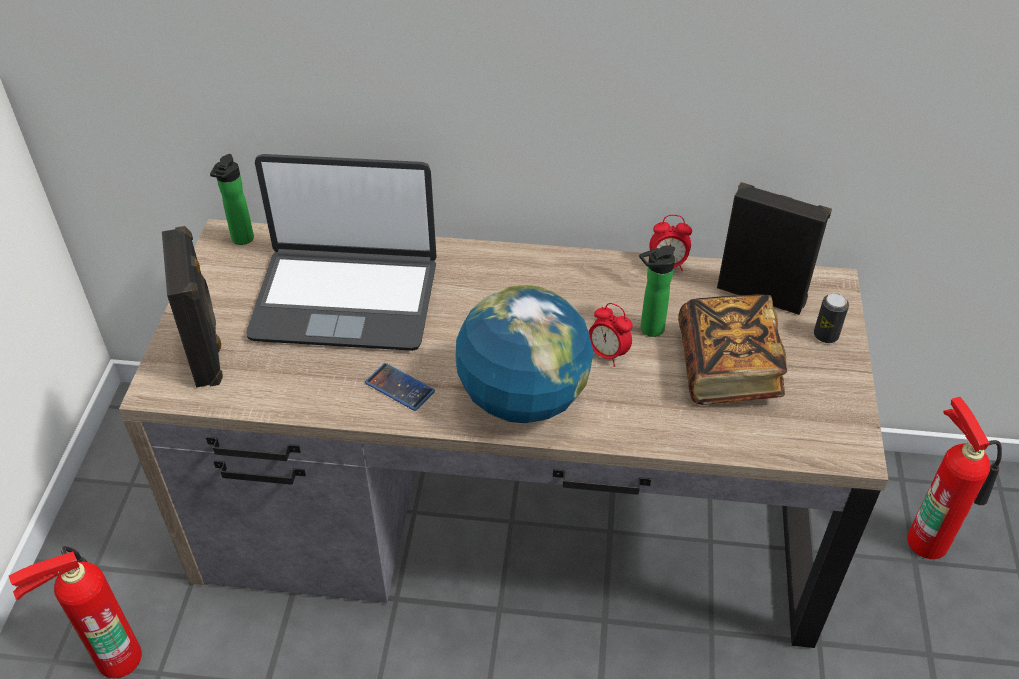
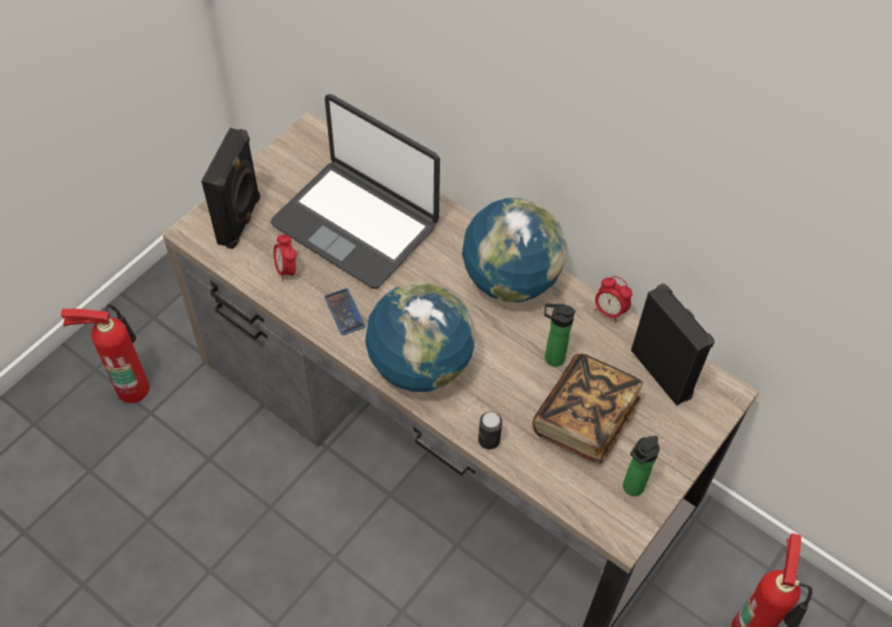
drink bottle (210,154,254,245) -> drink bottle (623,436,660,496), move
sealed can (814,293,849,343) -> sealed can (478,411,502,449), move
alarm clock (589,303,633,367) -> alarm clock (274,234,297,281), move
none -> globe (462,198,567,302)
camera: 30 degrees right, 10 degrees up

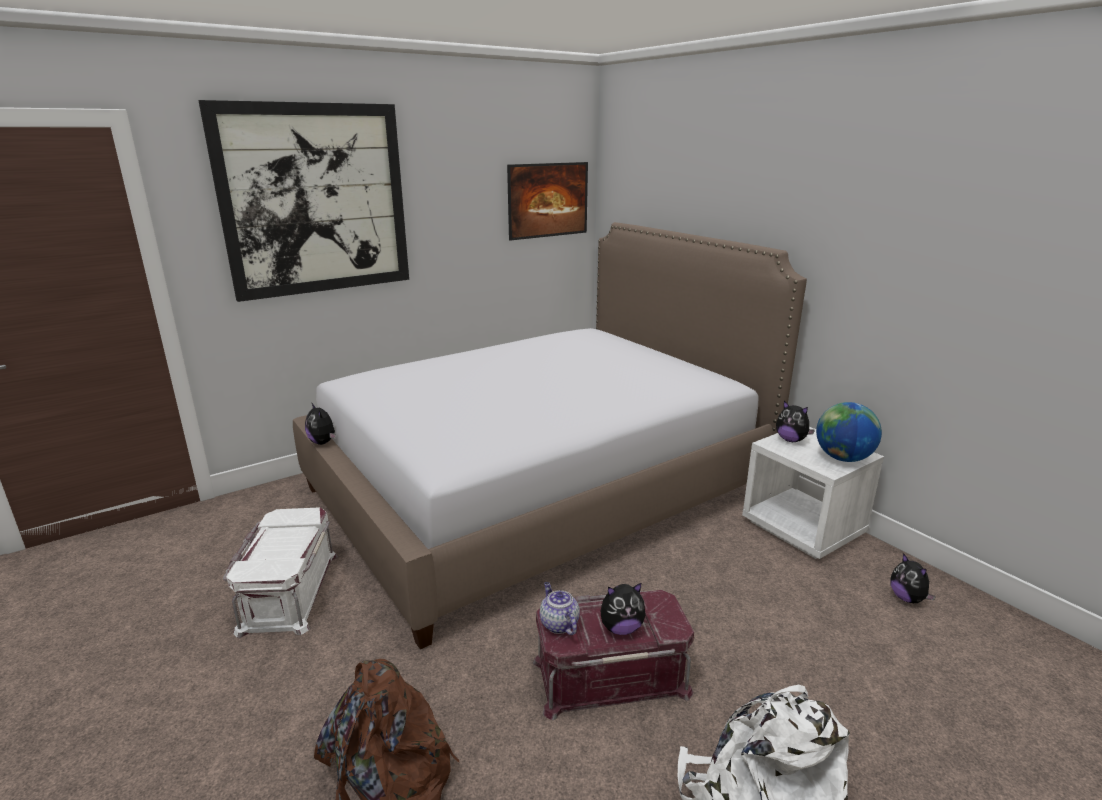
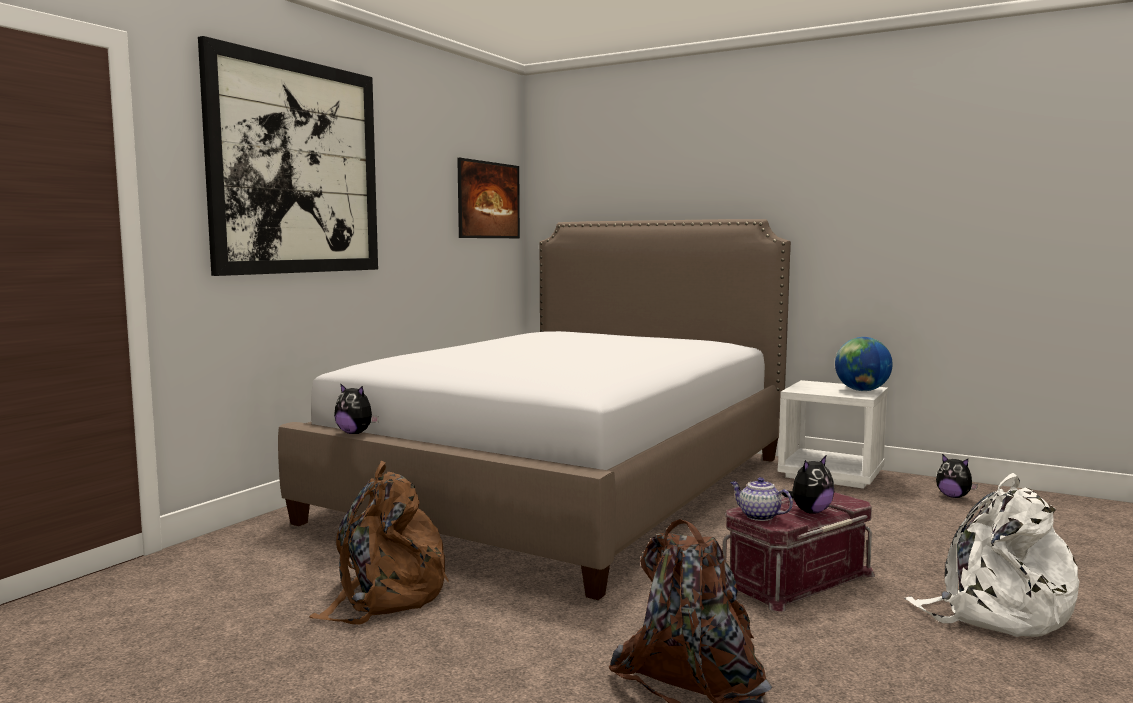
plush toy (776,401,815,442) -> none
storage box in whitish (223,507,338,638) -> knapsack in brown (309,460,449,625)
camera: 25 degrees left, 15 degrees down

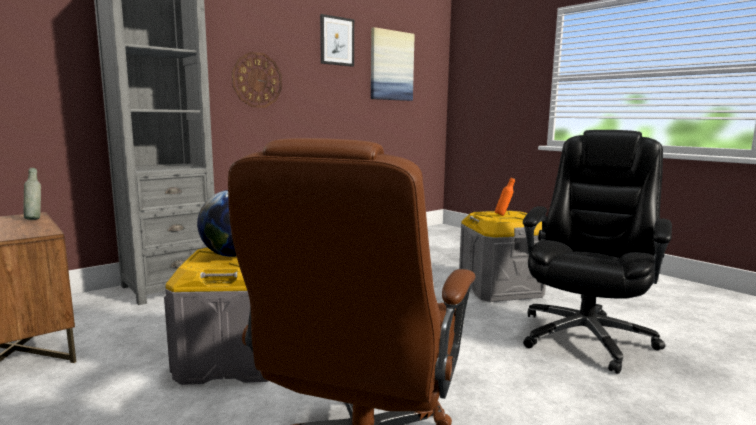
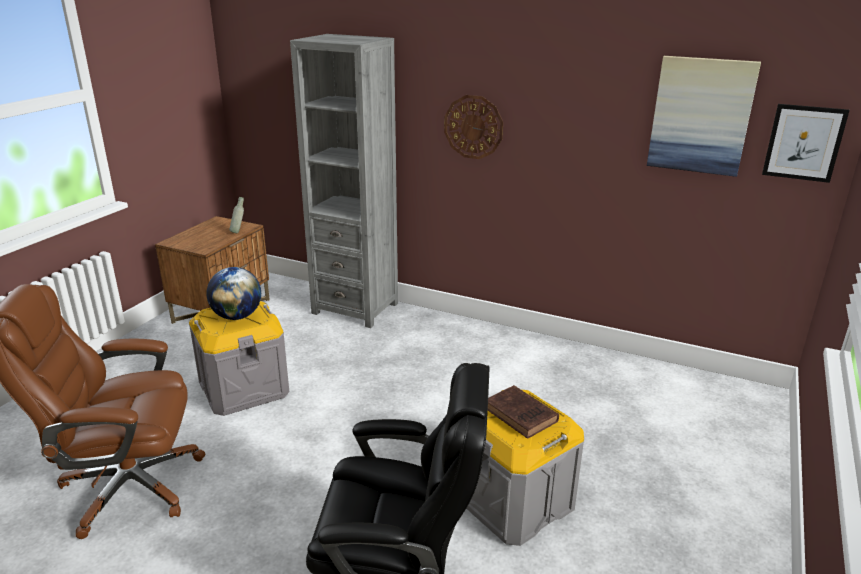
wall art (320,14,354,67) -> wall art (762,104,850,183), move
drink bottle in orangey (495,178,515,216) -> book in brown (488,385,559,439)
camera: 65 degrees right, 15 degrees up

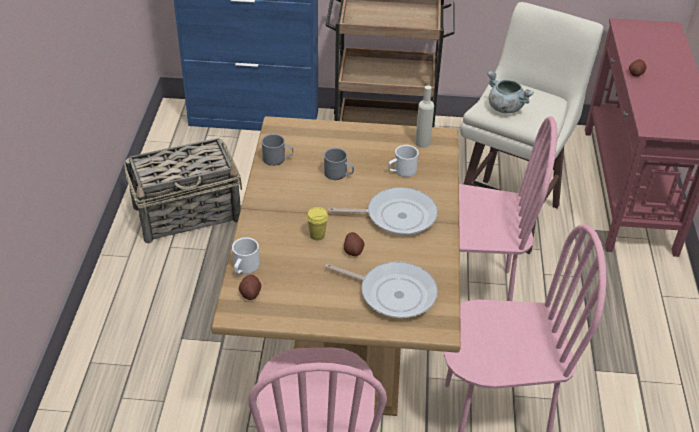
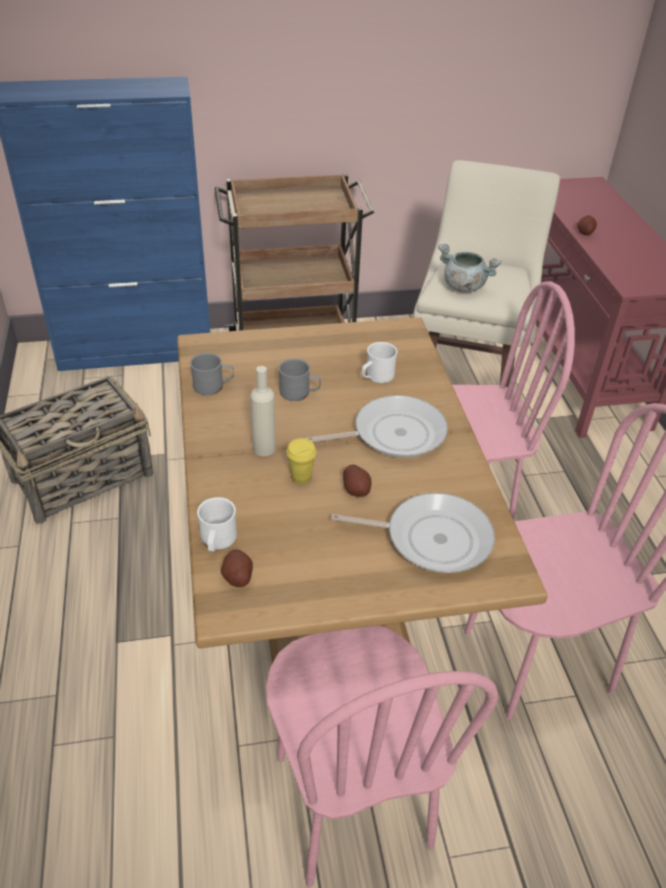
drink bottle in sand-coloured (415,85,434,148) -> drink bottle in sand-coloured (250,366,276,456), move
camera: 15 degrees left, 0 degrees up

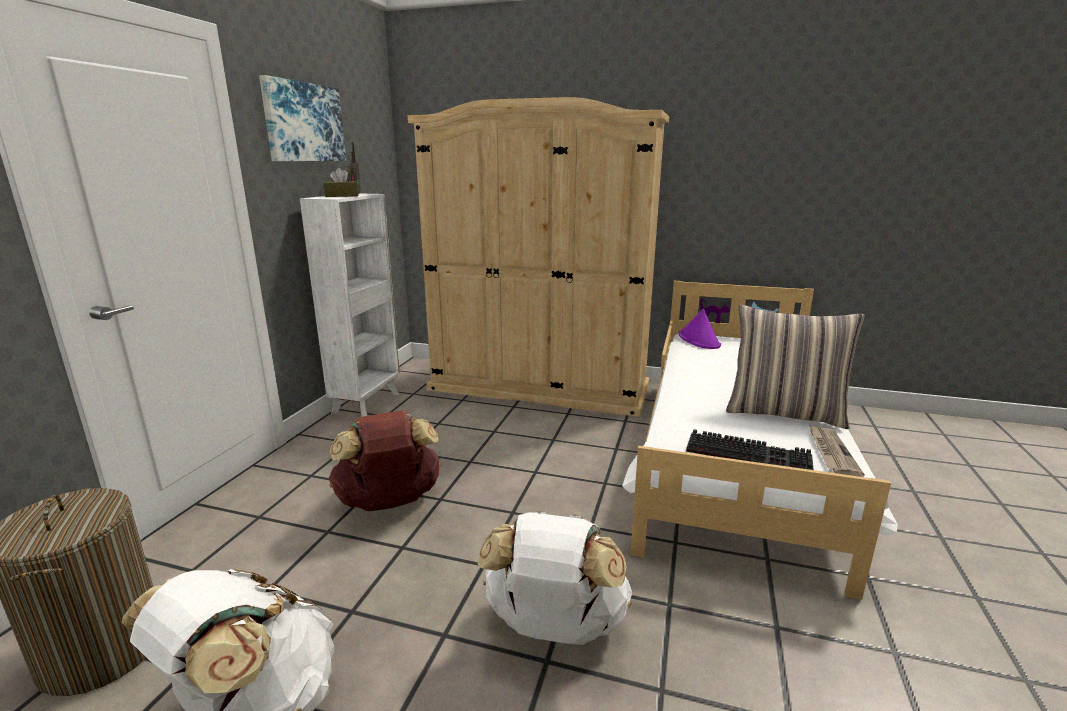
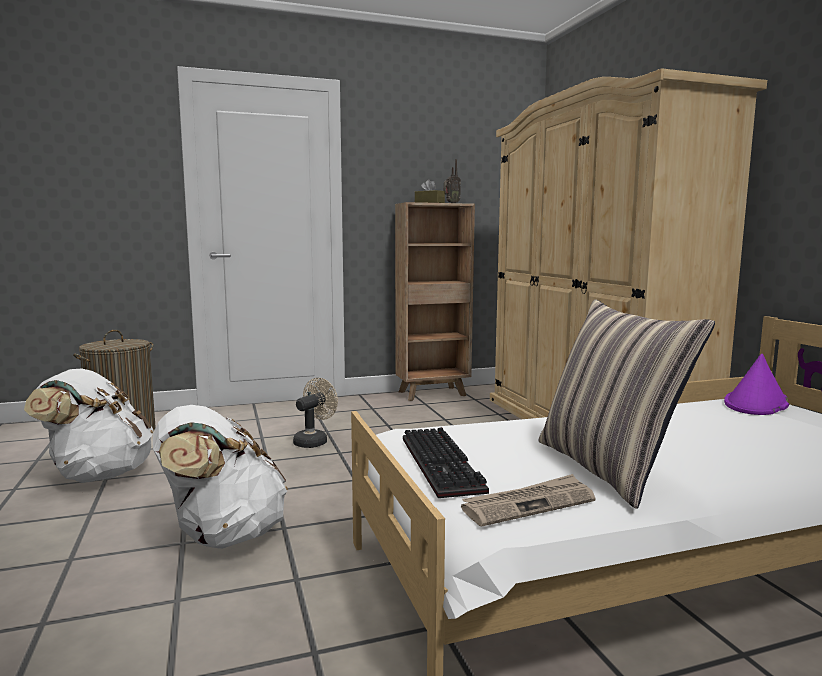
wall art (259,75,346,161) -> none
shelving unit in whitish (300,193,400,417) -> shelving unit in brown (395,202,475,401)
knapsack in brown (329,410,441,511) -> electric fan in sand-coloured (293,378,338,448)
camera: 55 degrees right, 10 degrees down

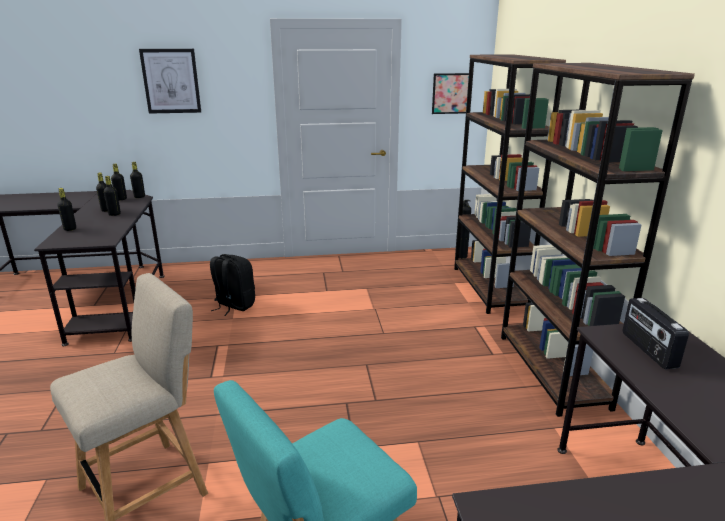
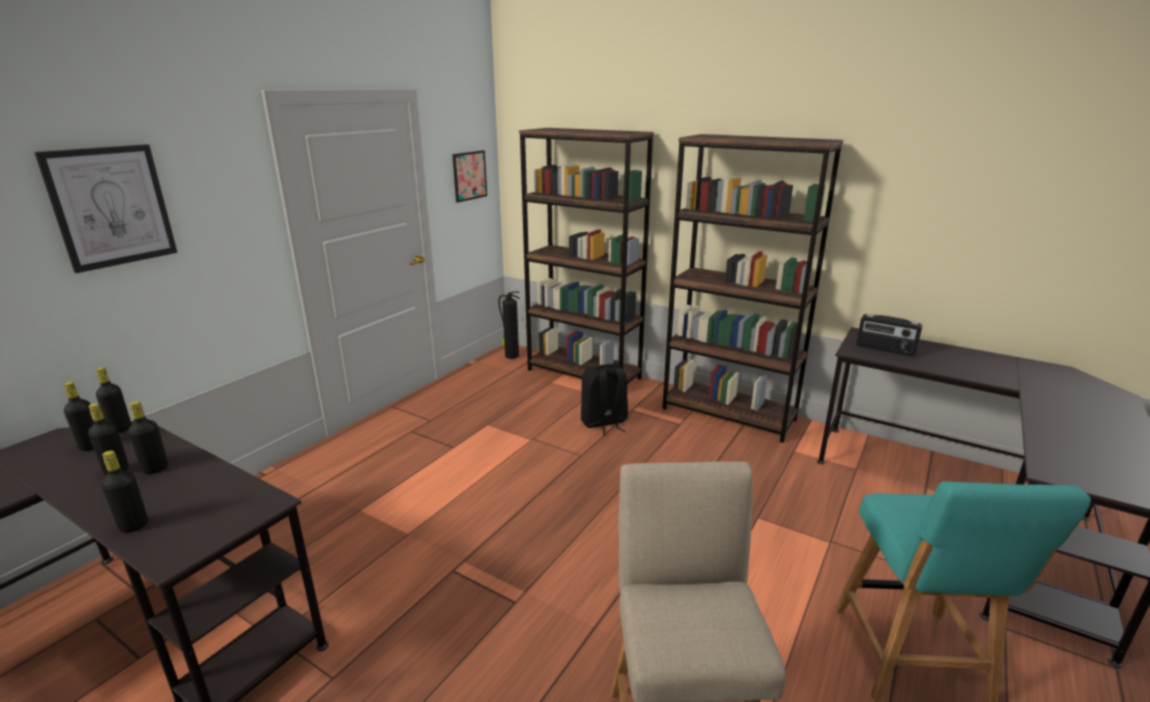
knapsack in black (210,254,255,316) -> knapsack in black (581,364,628,436), move
camera: 50 degrees left, 0 degrees up

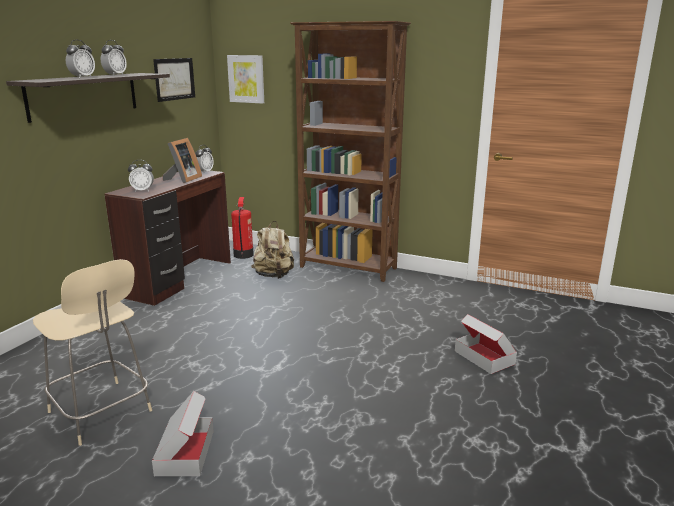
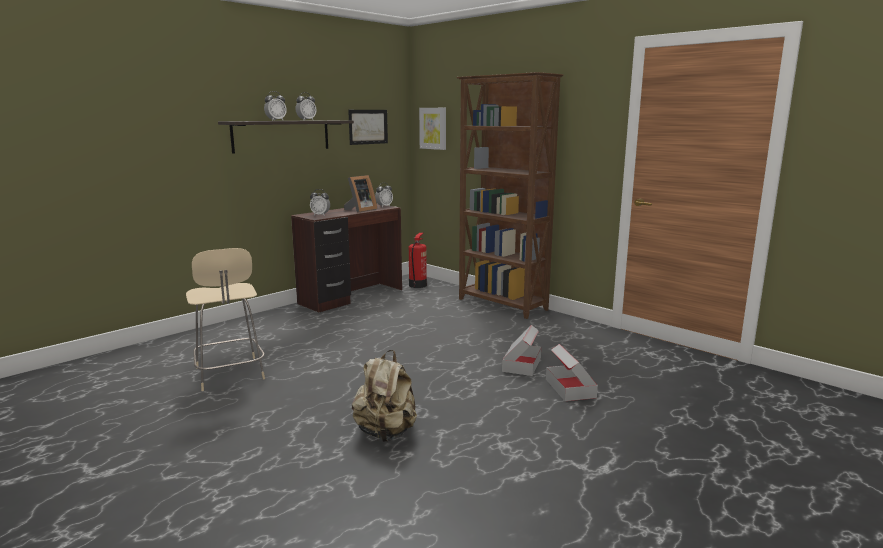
knapsack in sand-coloured (251,221,294,279) -> knapsack in sand-coloured (352,350,417,442), move
packing box (152,391,214,476) -> packing box (502,325,541,376), move
camera: 20 degrees right, 5 degrees down

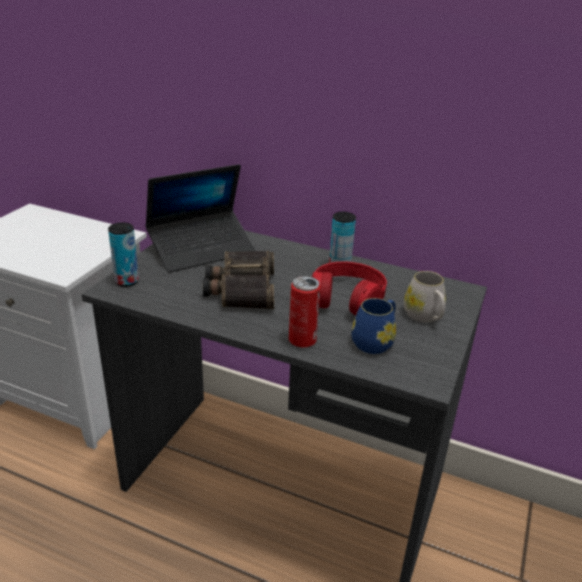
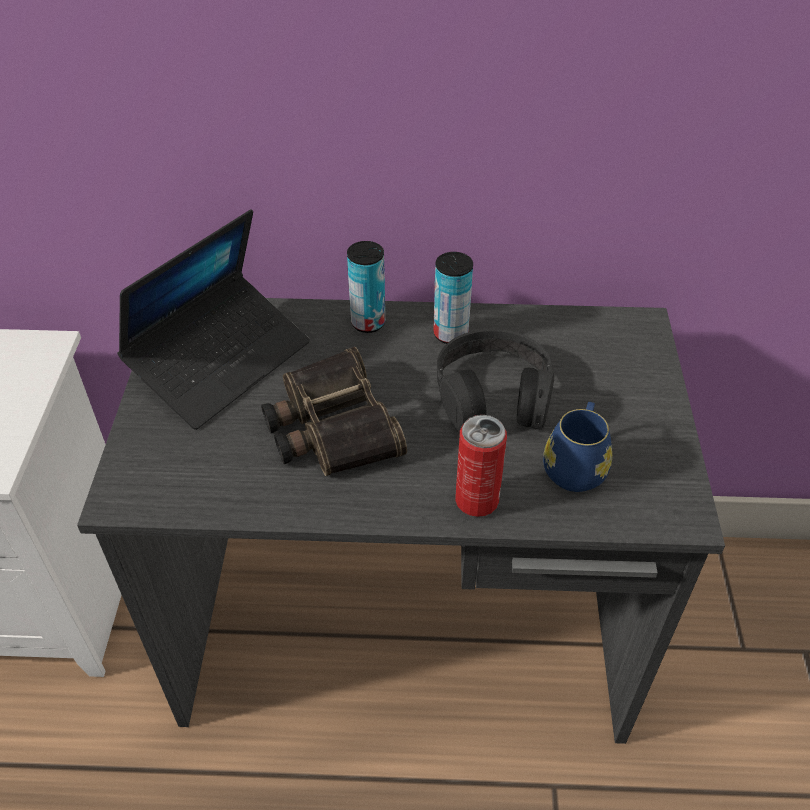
sealed can (108,222,139,287) -> sealed can (347,241,386,333), move
headphones in red (312,262,387,315) -> headphones in black (437,329,554,433)
mug in whitish (404,271,446,322) -> none
camera: 20 degrees left, 15 degrees up

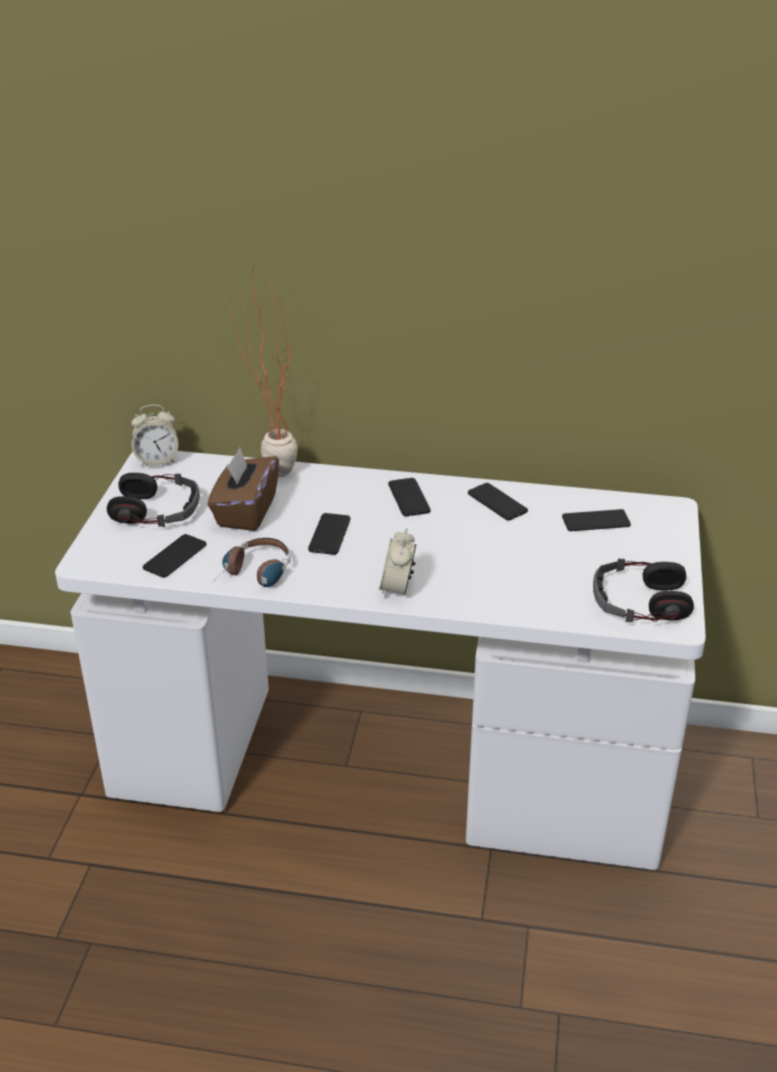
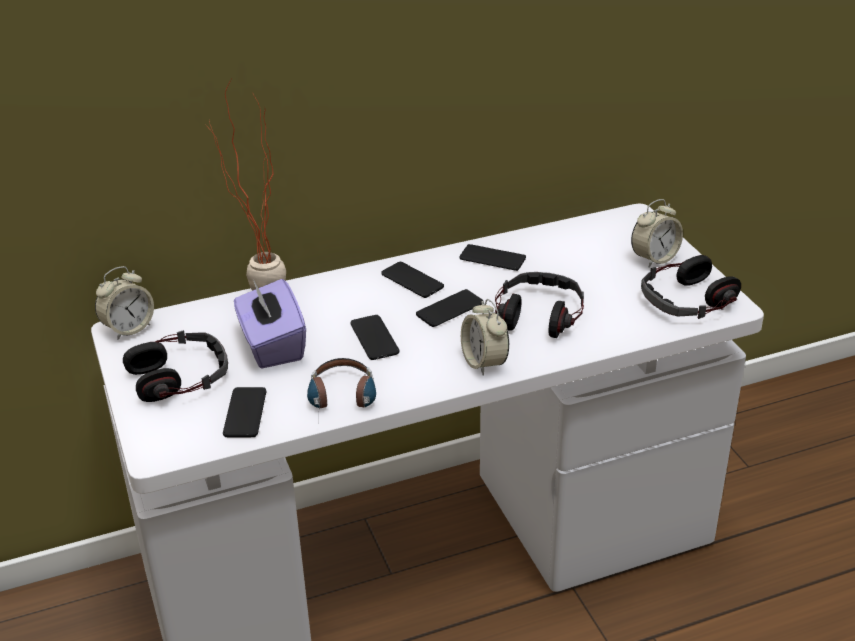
box of tissues in brown (208,448,279,531) -> box of tissues in purplish (234,279,306,369)
handset (562,509,631,531) -> handset (416,289,483,327), move
none -> alarm clock (631,199,683,268)
none -> headphones (495,272,584,338)
camera: 30 degrees left, 0 degrees up

